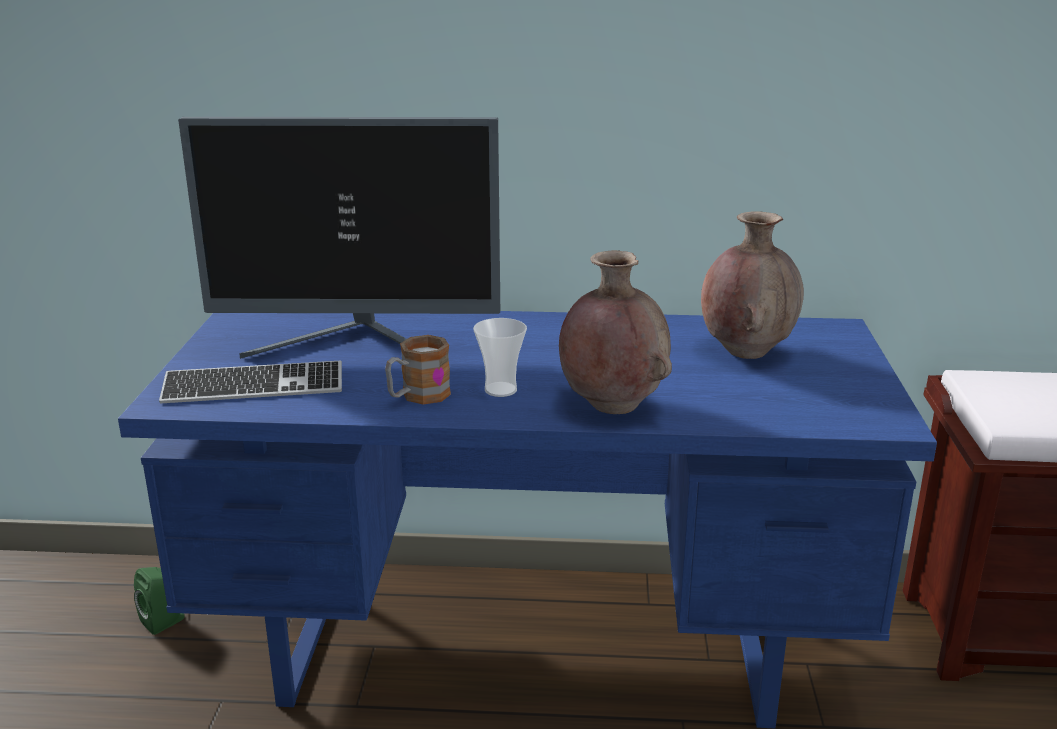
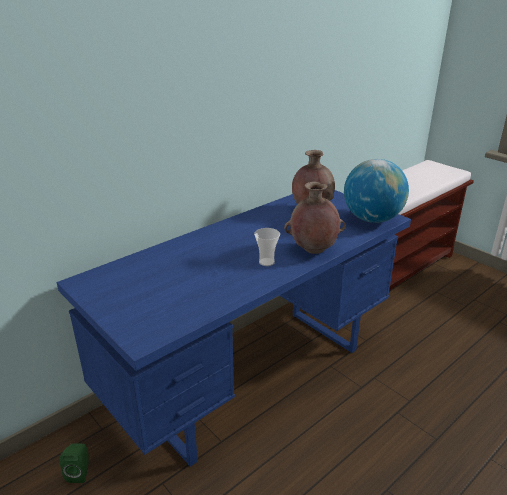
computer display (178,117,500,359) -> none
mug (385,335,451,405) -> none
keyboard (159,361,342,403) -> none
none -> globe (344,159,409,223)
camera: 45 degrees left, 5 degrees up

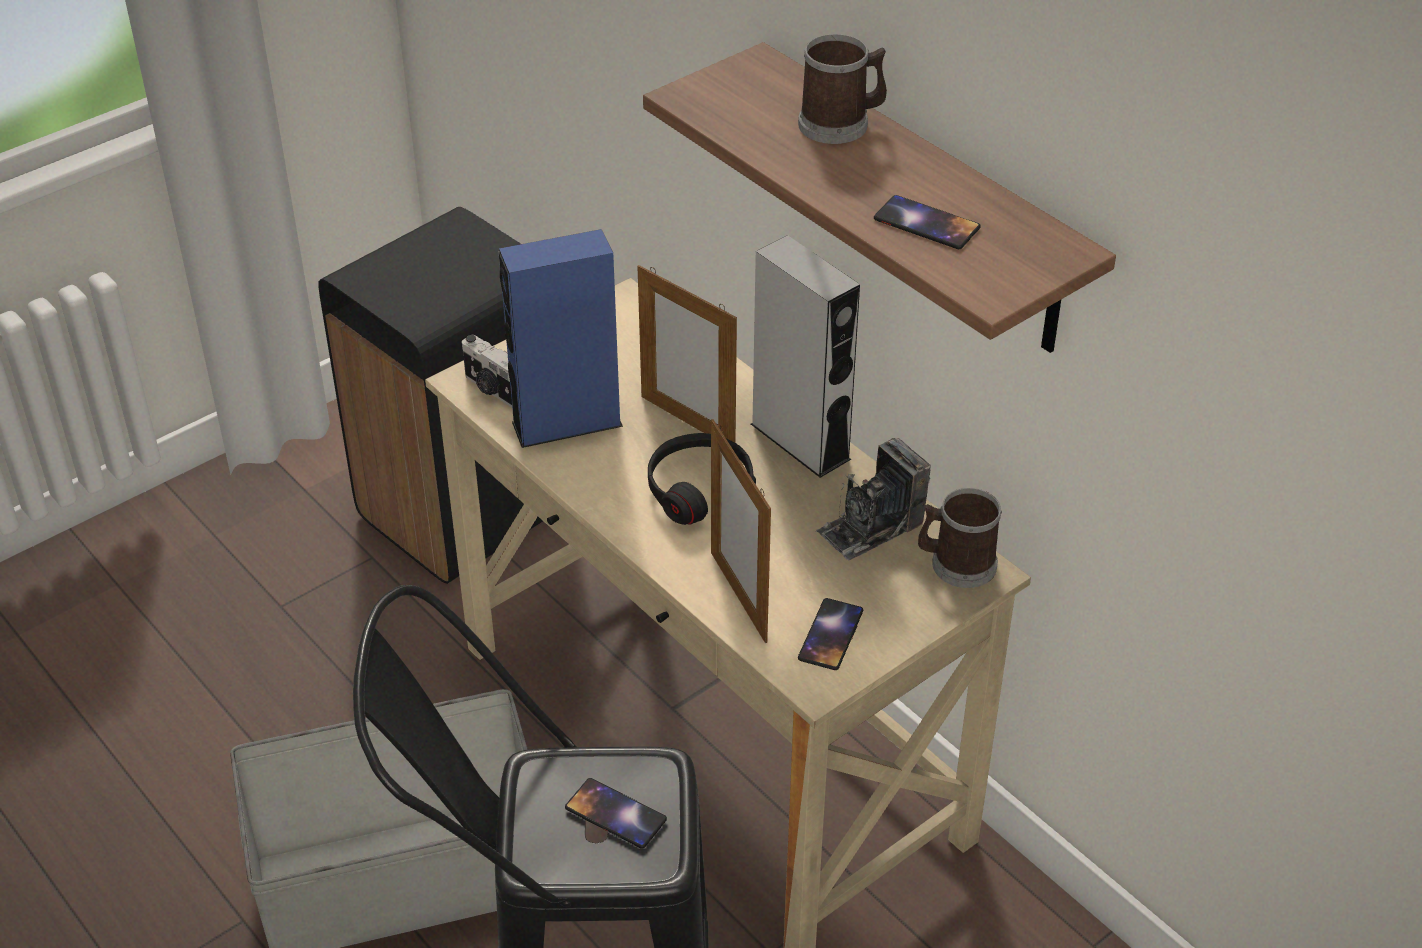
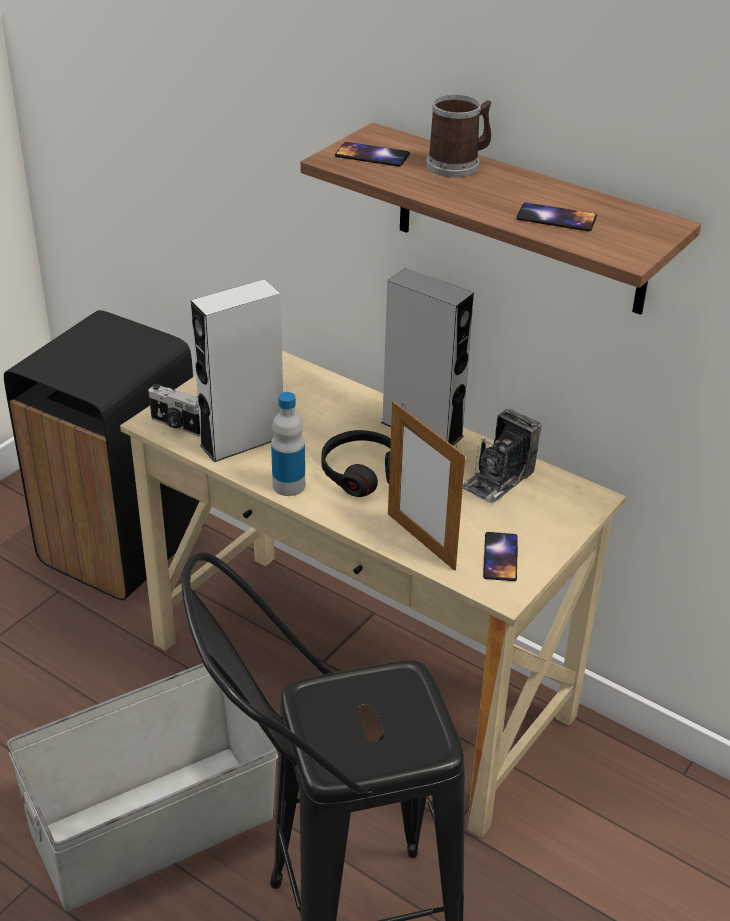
audio speaker in blue-coloured (499,229,623,448) -> audio speaker in greyish (191,279,283,462)
picture frame (637,265,737,442) -> none
mug (918,488,1002,588) -> none
handset (565,778,667,849) -> handset (335,142,410,167), move
none -> drink bottle (271,392,305,496)
camera: 15 degrees left, 5 degrees down

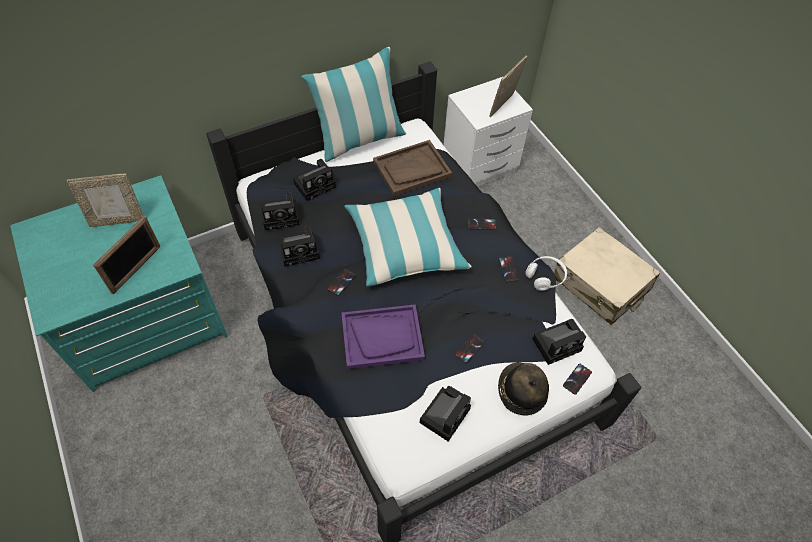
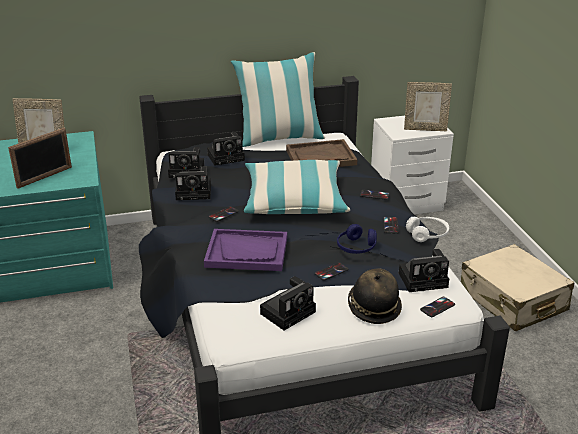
picture frame (489,56,527,117) -> picture frame (404,82,452,131), 135 degrees counterclockwise
none -> headphones in blue-coloured (337,224,377,254)
camera: 15 degrees right, 25 degrees down

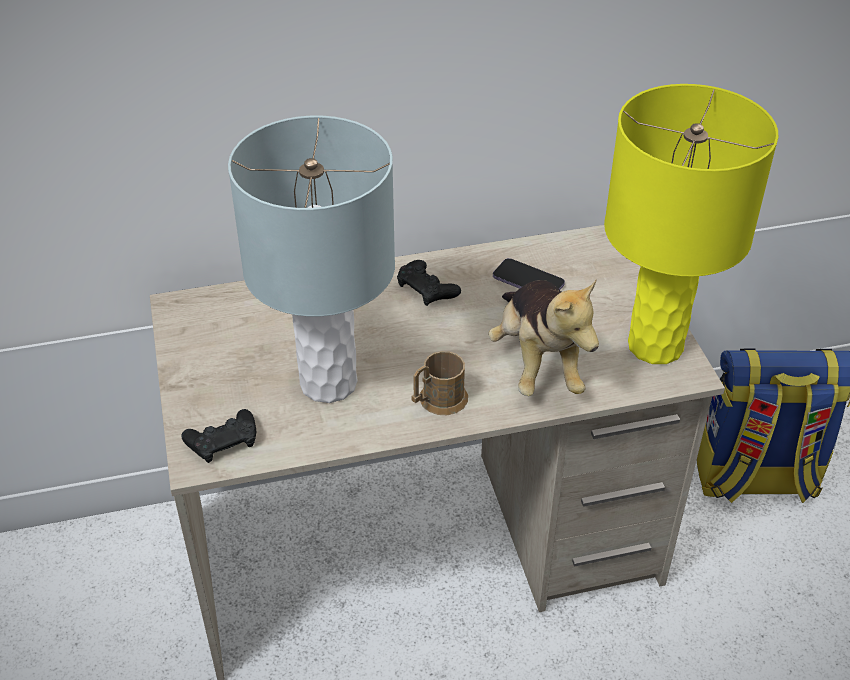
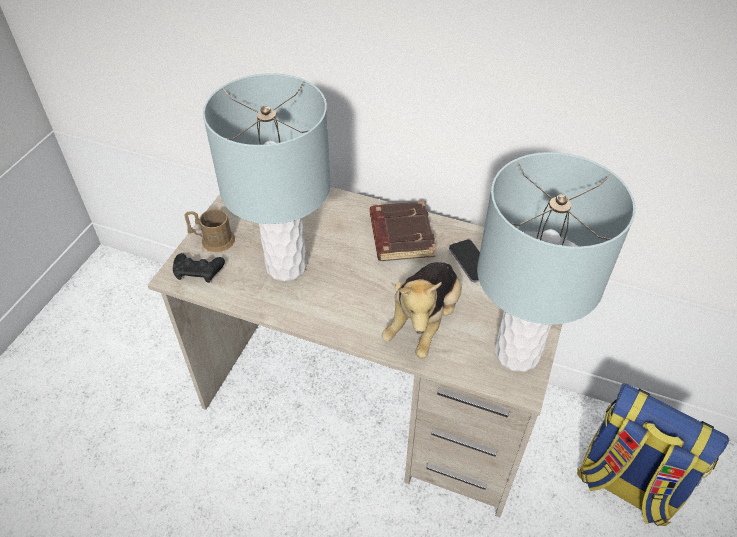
tabletop lamp in yellowish (604,84,778,364) -> tabletop lamp in greyish (477,152,636,372)
joypad in black (397,260,461,306) -> book in brown (370,201,436,261)
mug in brown (412,351,468,415) -> mug in brown (184,209,235,252), move
camera: 35 degrees right, 5 degrees up

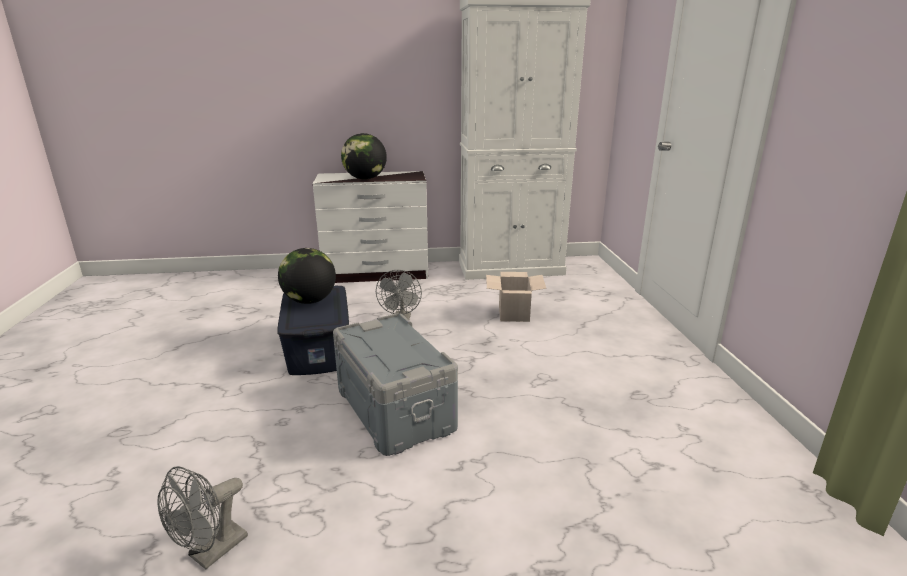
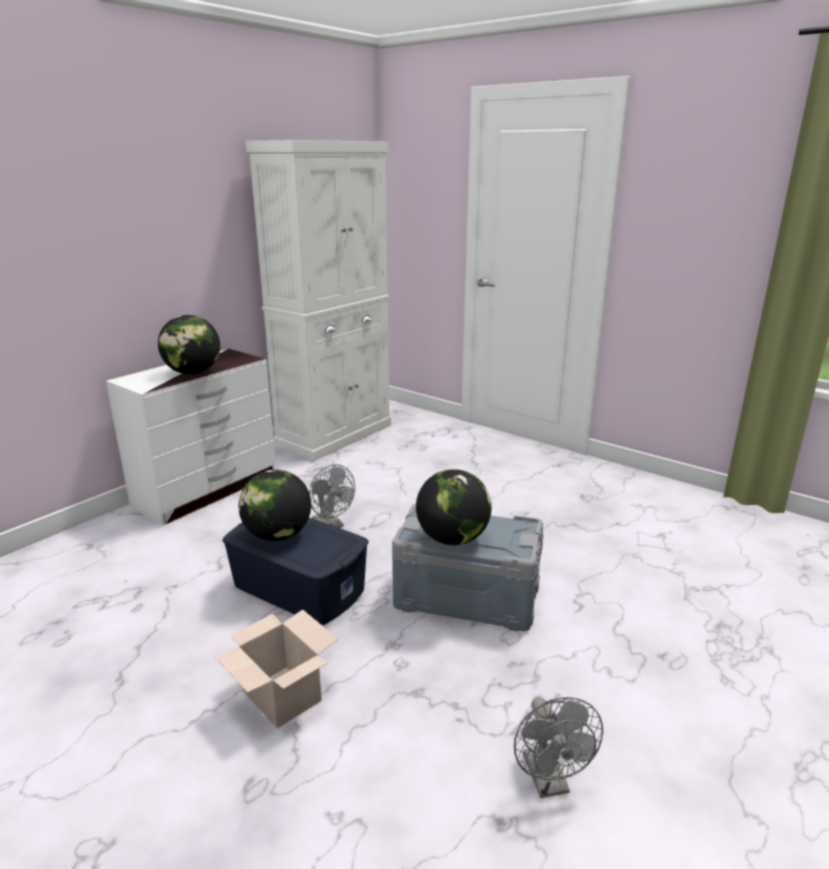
packing box (486,272,546,322) -> packing box (215,609,338,729), move
none -> globe (416,469,492,545)
camera: 45 degrees left, 0 degrees up

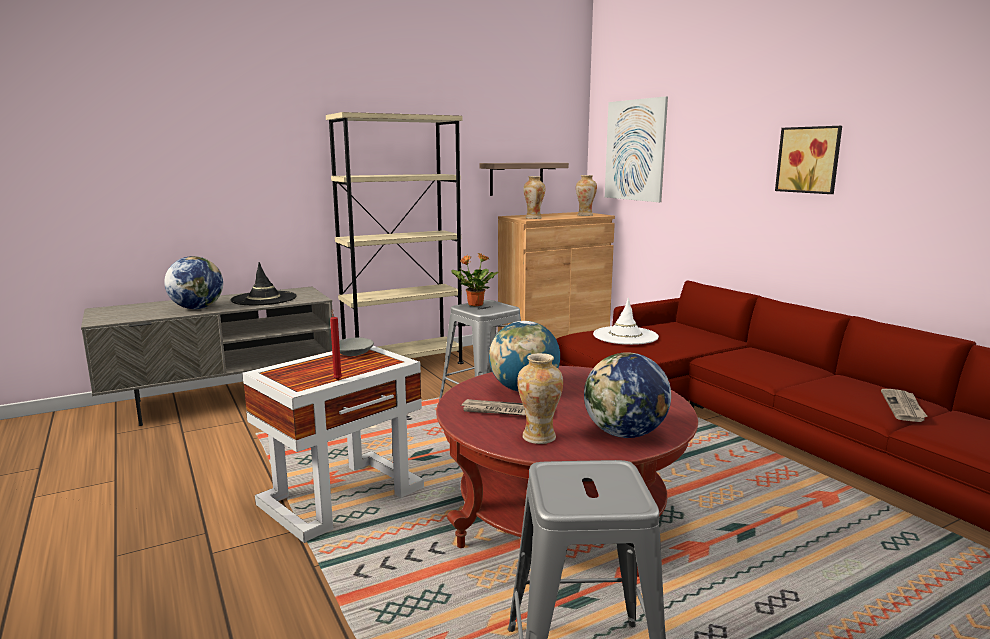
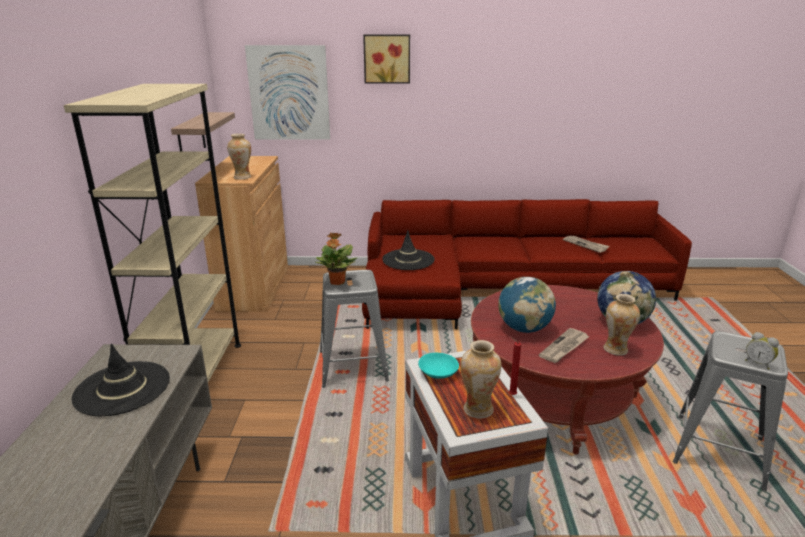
wall art (775,126,842,194) -> wall art (363,35,410,84), move
flower vase (576,175,597,216) -> flower vase (460,340,501,418), move
globe (164,256,223,309) -> none
hat in whitish (593,298,659,345) -> hat in black (382,230,434,270)
bowl in greyish (339,337,374,356) -> bowl in turquoise (418,353,459,379)
none -> alarm clock (745,332,779,369)
camera: 60 degrees left, 10 degrees up

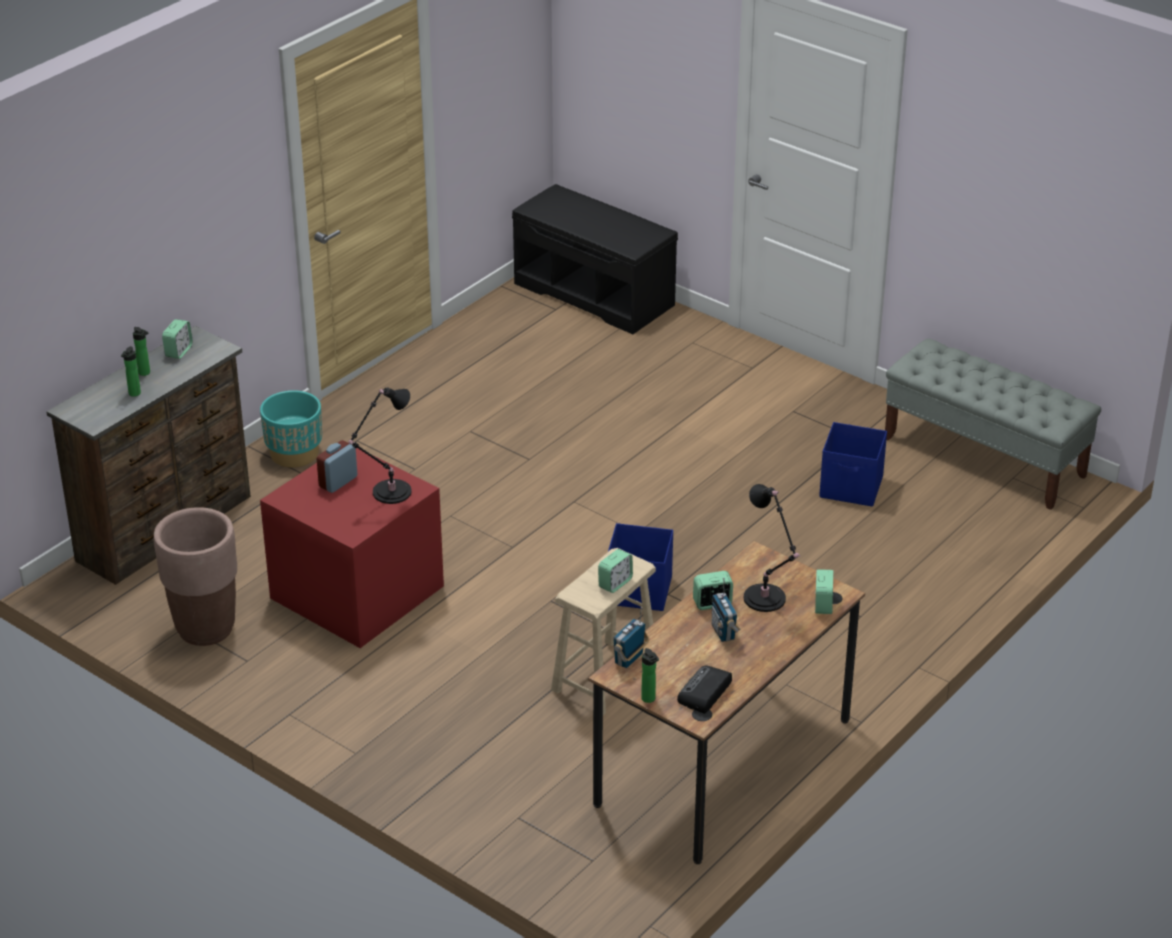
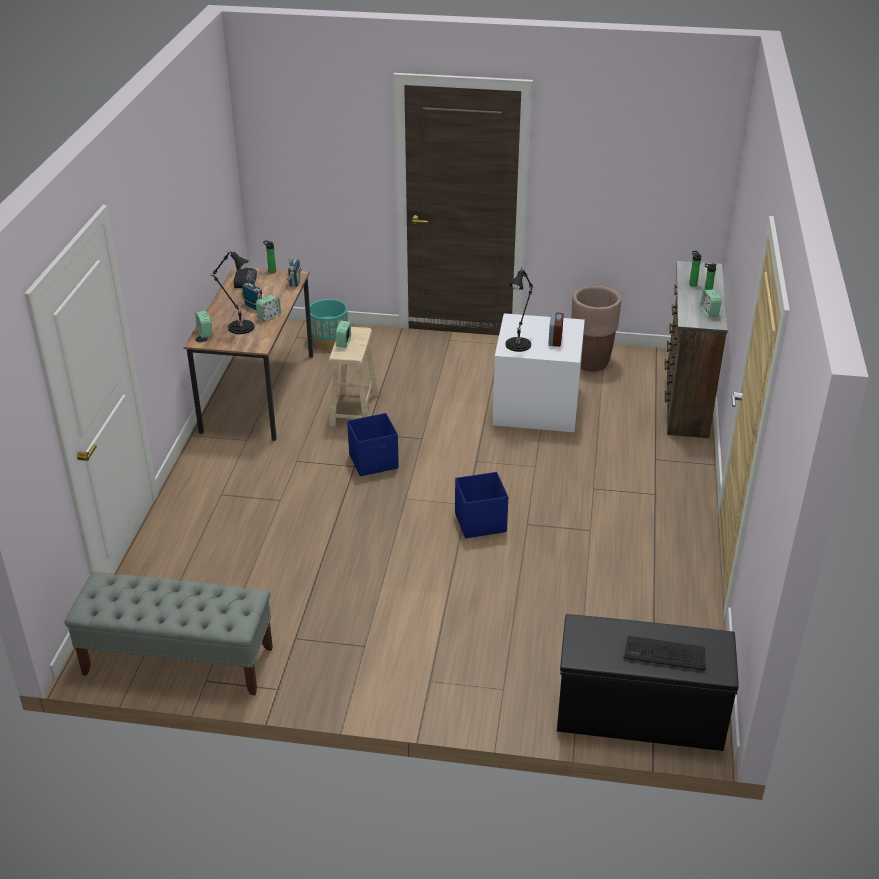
planter in turquoise (260,390,322,467) -> planter in turquoise (310,299,348,349), move
storage box in blue-coloured (819,422,887,507) -> storage box in blue-coloured (455,472,508,538), move
storage box in red (260,448,444,648) -> storage box in whitish (493,313,585,432)
none -> keyboard (624,636,706,670)
camera: 150 degrees right, 0 degrees up

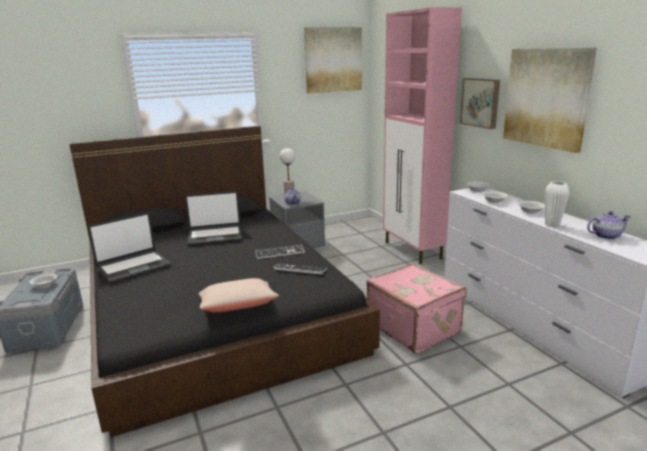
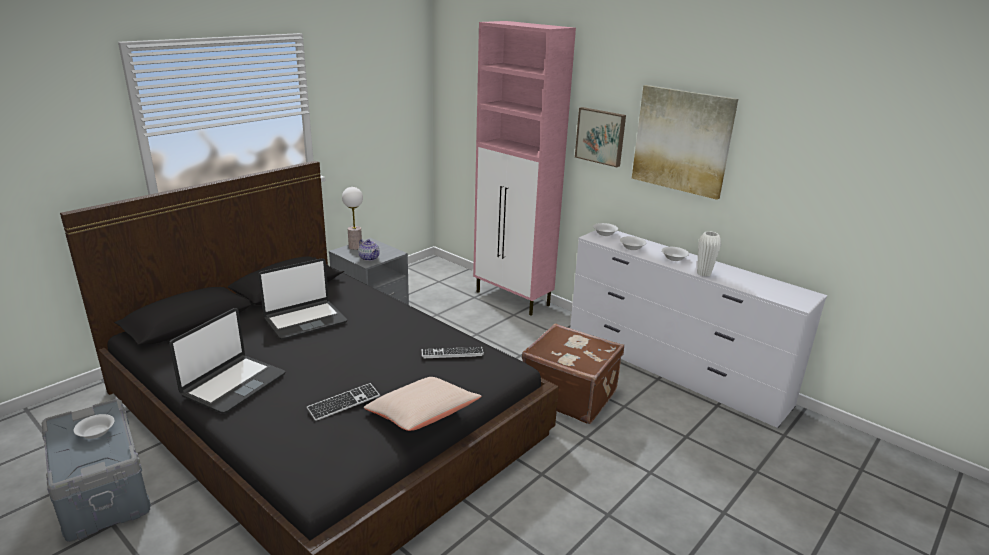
wall art (304,27,362,93) -> none
teapot (587,211,631,239) -> none
keyboard (255,245,305,259) -> keyboard (306,383,380,421), move
travel case in pink-coloured (366,263,467,354) -> travel case in brown (522,323,624,424)
camera: 25 degrees left, 5 degrees up

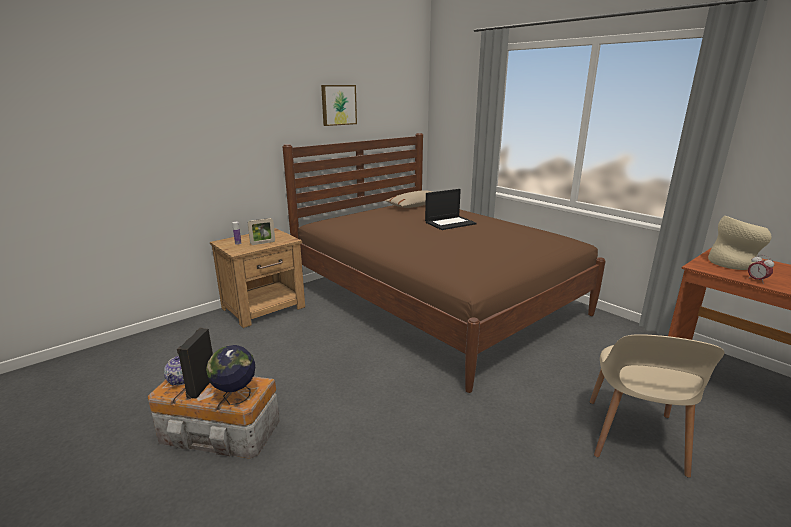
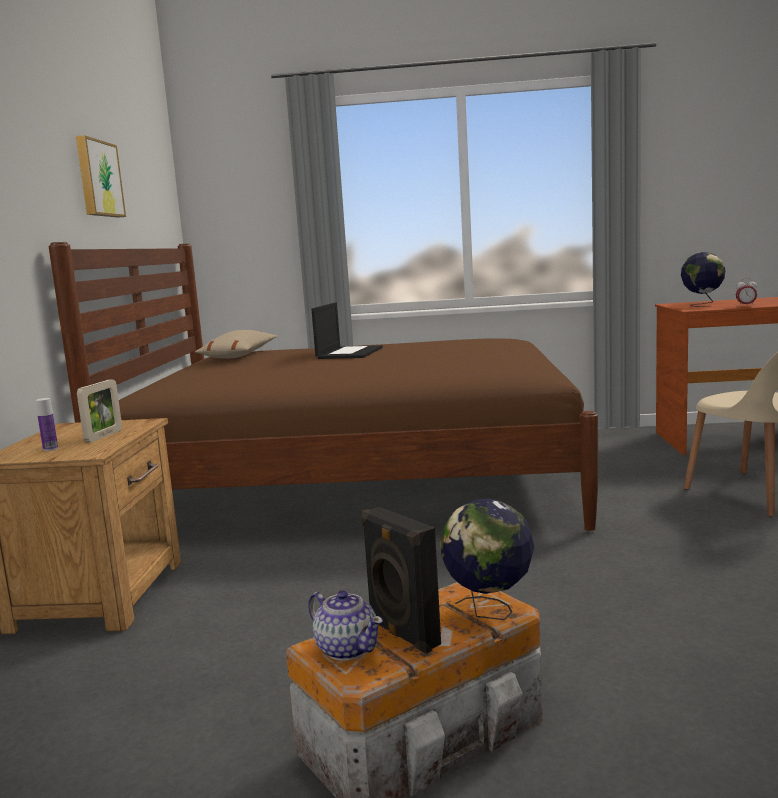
flower vase in sand-coloured (708,216,772,270) -> globe (681,252,725,307)
camera: 45 degrees left, 10 degrees down

